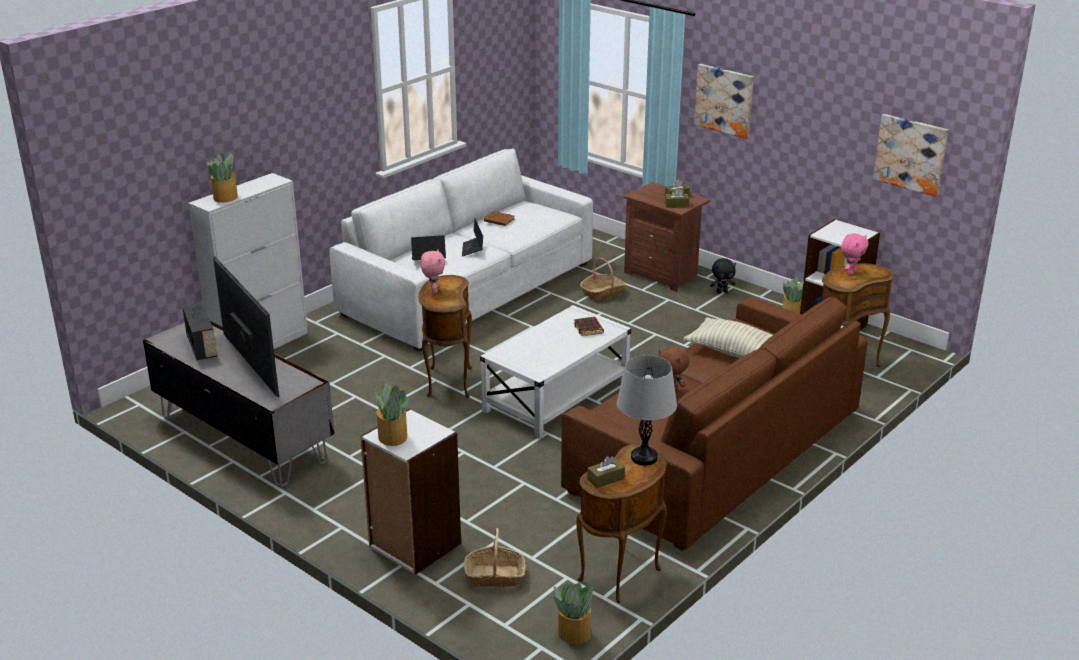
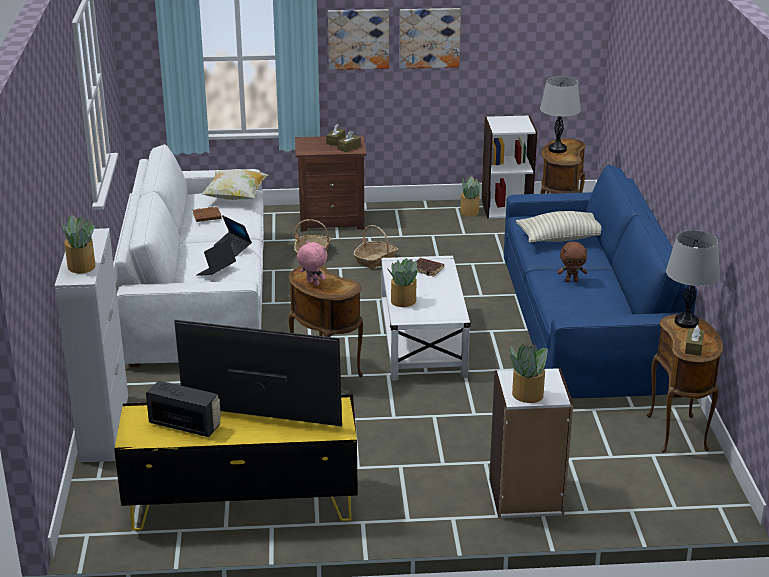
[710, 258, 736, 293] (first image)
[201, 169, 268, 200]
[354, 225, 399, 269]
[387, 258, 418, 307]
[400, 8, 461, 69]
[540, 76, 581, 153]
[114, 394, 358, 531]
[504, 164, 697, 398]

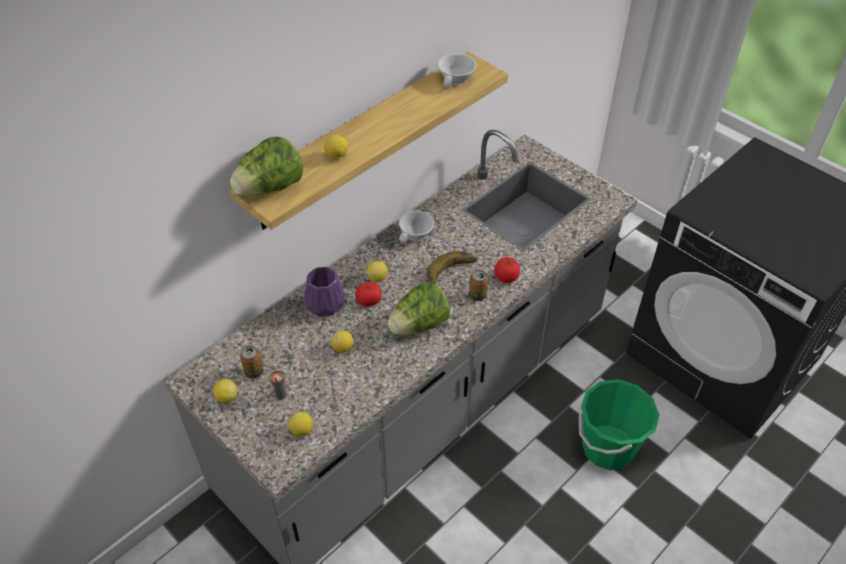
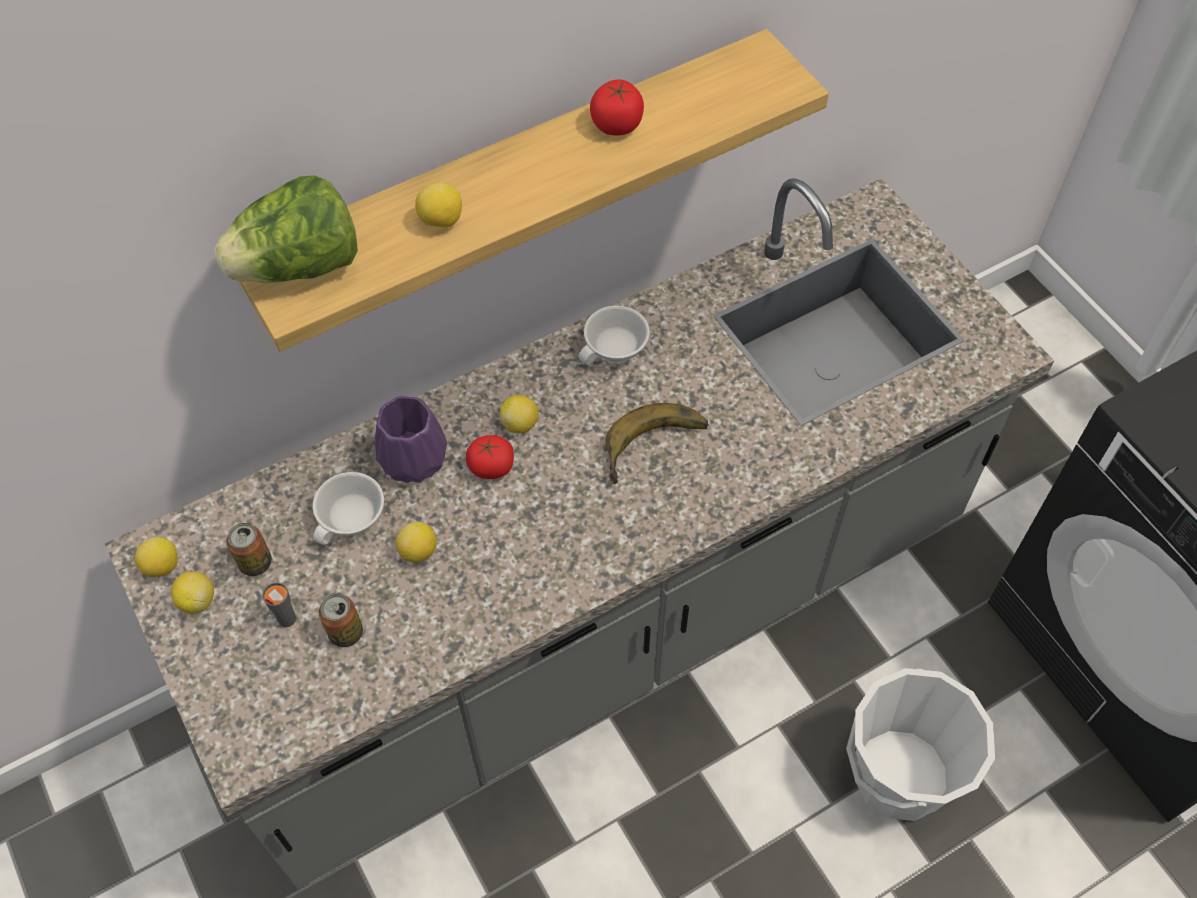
[388, 283, 450, 335] (first image)
[134, 537, 178, 577]
[313, 472, 384, 545]
[319, 594, 363, 647]
[590, 79, 644, 136]
[846, 668, 995, 821]

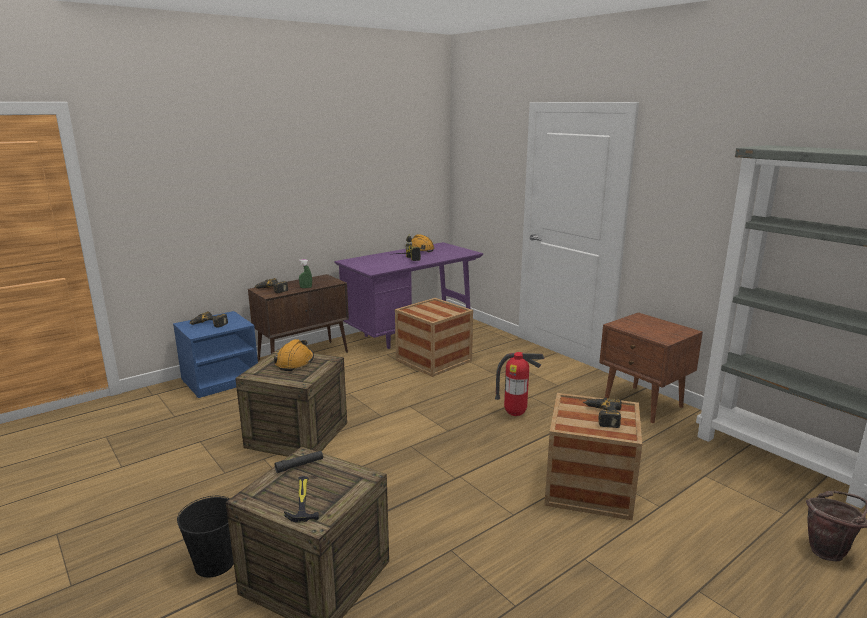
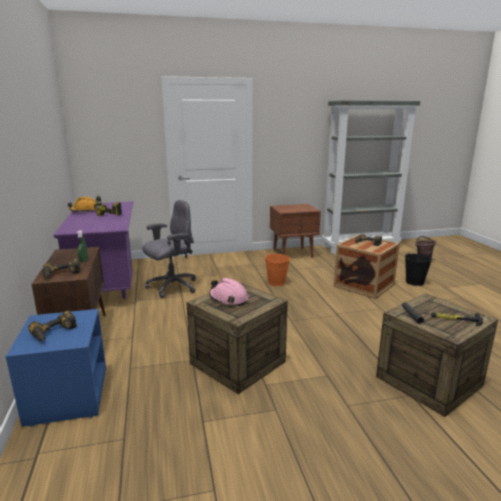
[405, 253, 432, 286]
[142, 200, 196, 298]
[265, 253, 290, 286]
[209, 278, 248, 306]

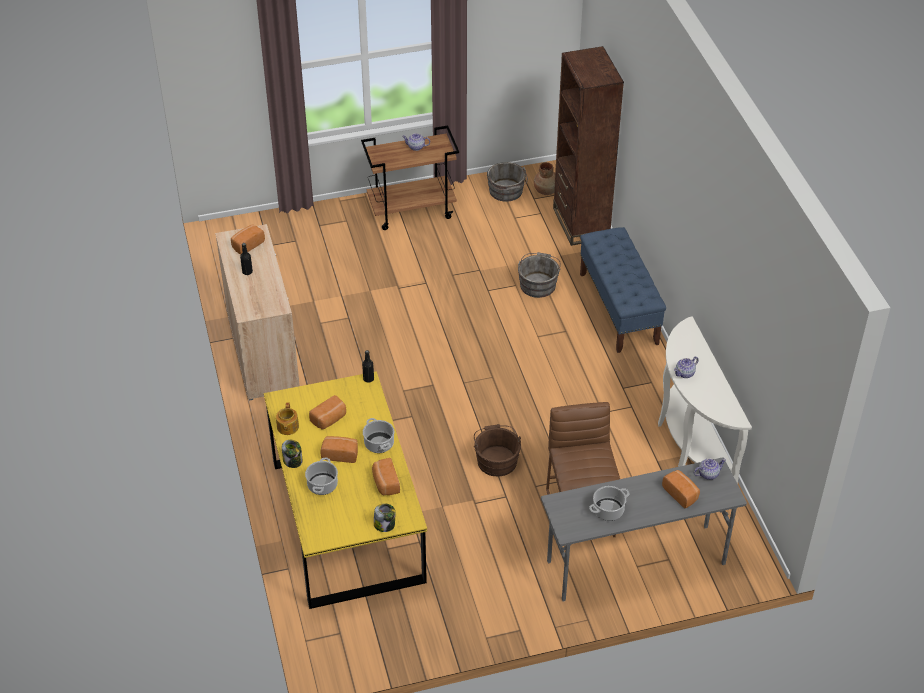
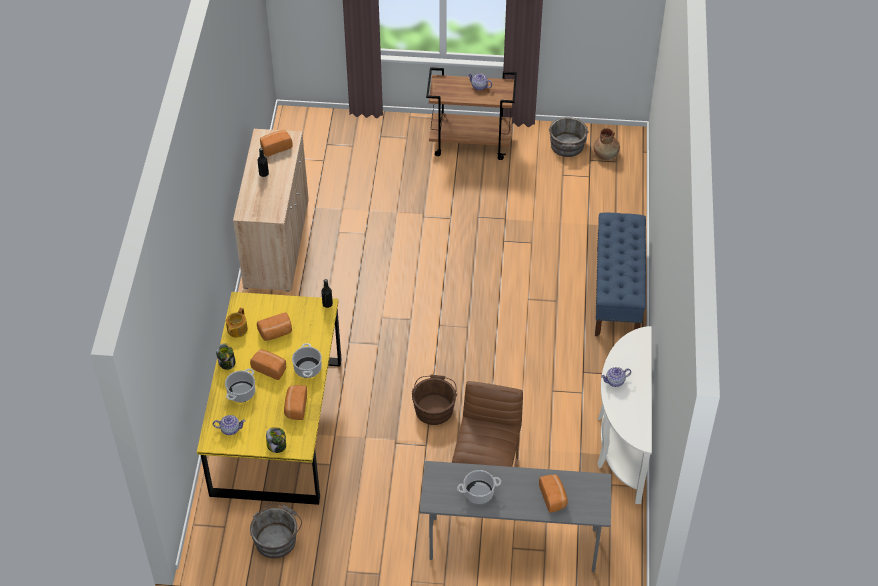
[553, 46, 624, 246] (first image)
[250, 503, 302, 559]
[213, 415, 246, 435]

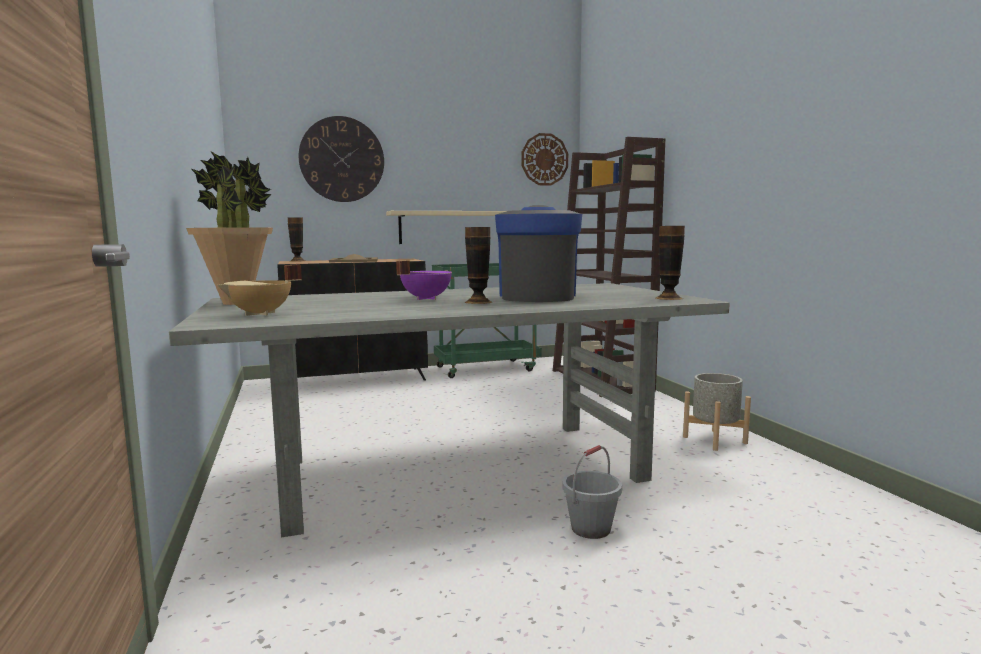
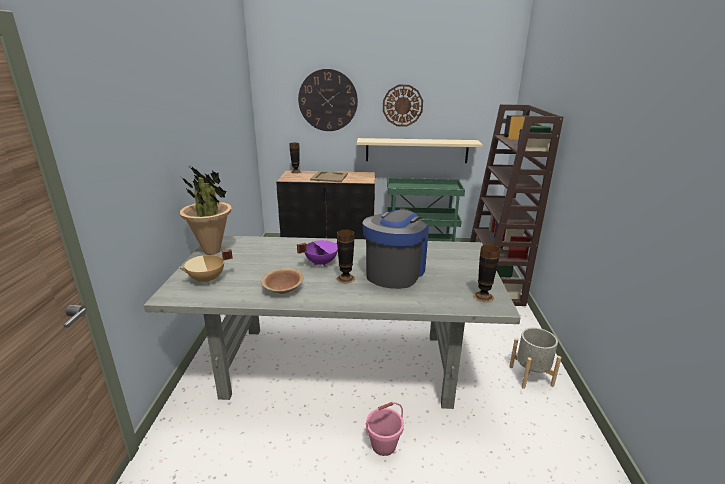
[261, 268, 303, 294]
[383, 85, 423, 127]
[366, 402, 404, 456]

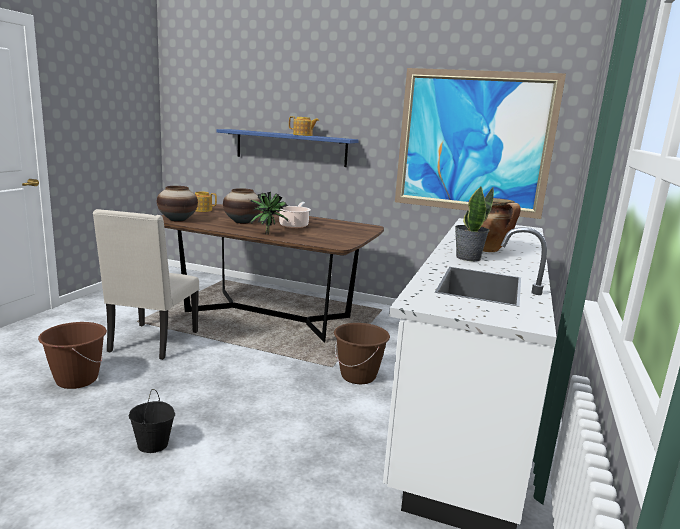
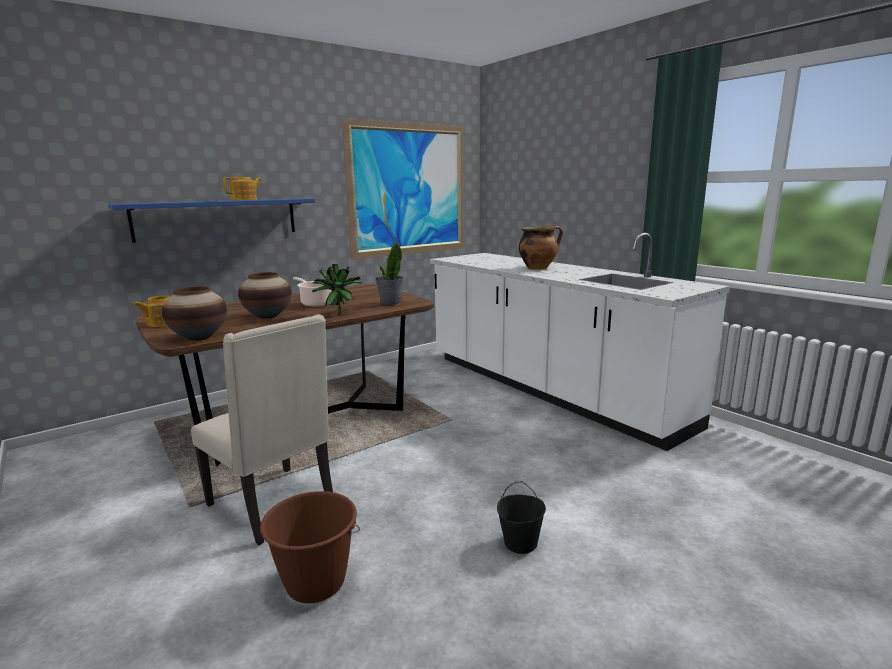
[334, 323, 390, 384] (first image)
[375, 242, 404, 305]

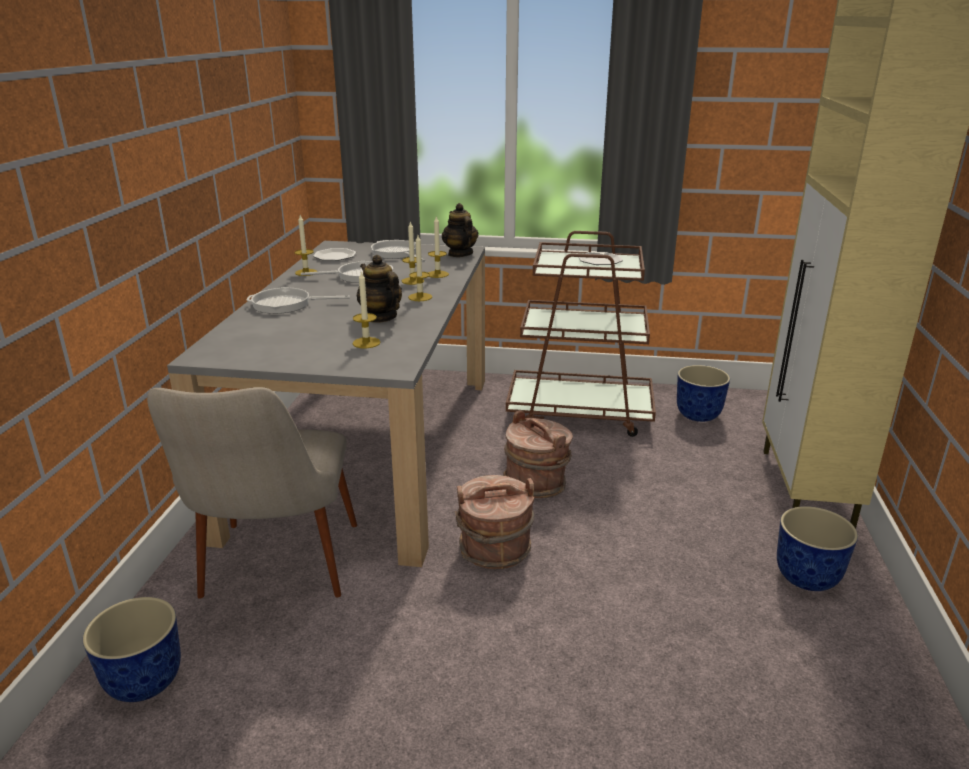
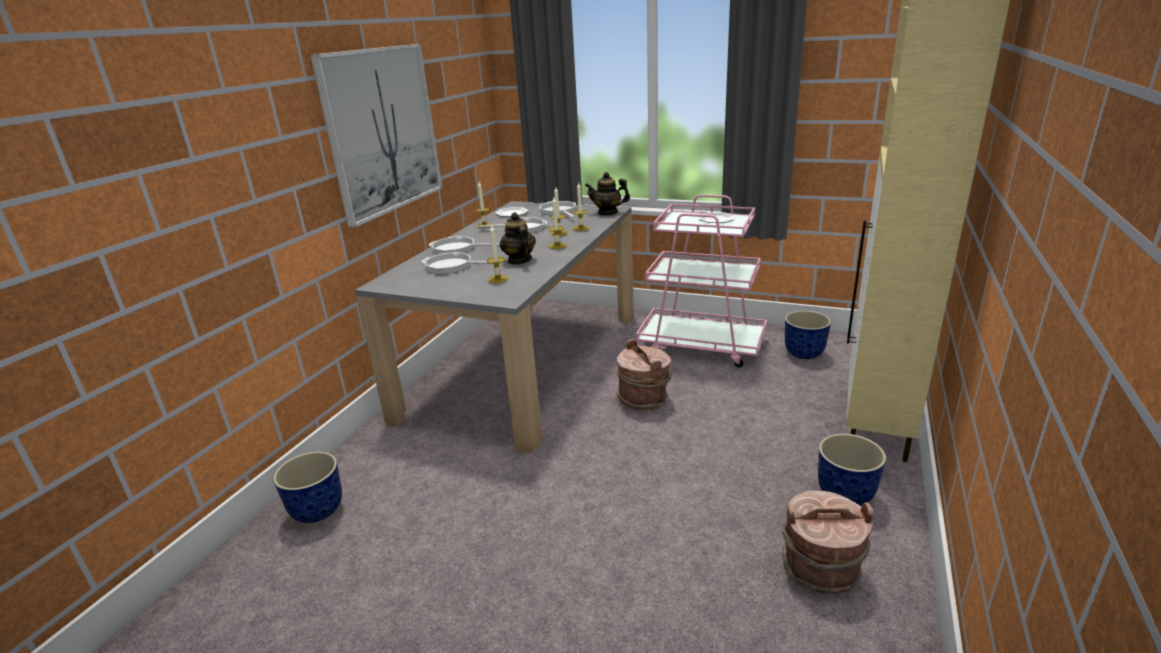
[147, 387, 357, 599] (first image)
[310, 44, 442, 228]
[422, 252, 501, 274]
[782, 490, 873, 594]
[636, 194, 767, 368]
[585, 172, 630, 216]

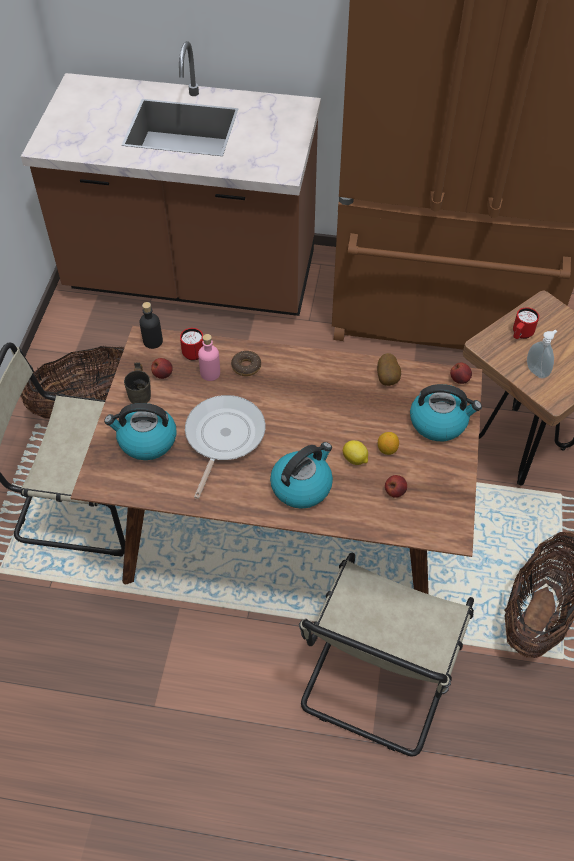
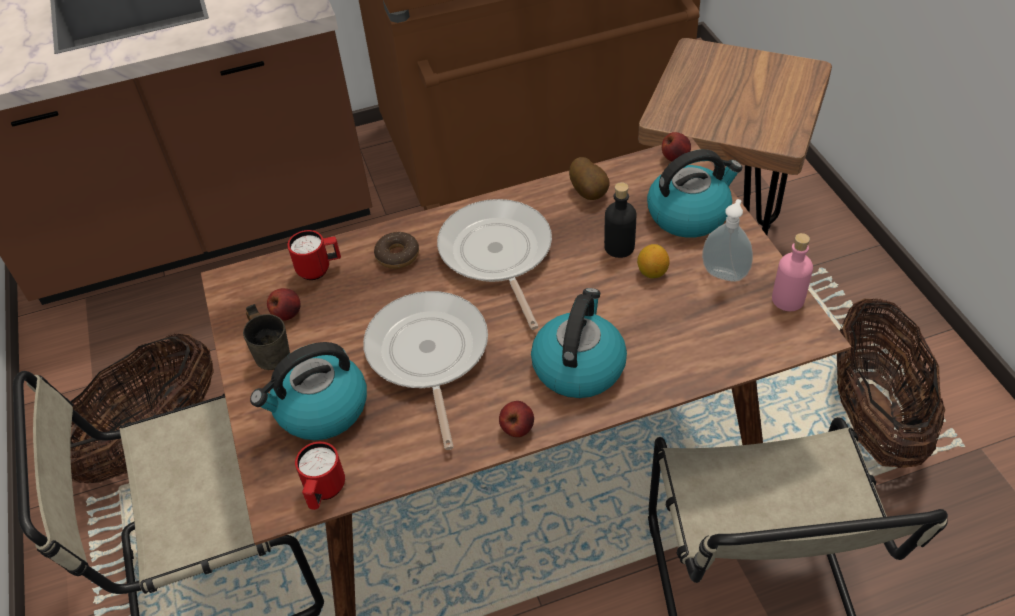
[343, 440, 368, 465] (first image)
[437, 199, 552, 330]
[604, 182, 636, 258]
[772, 233, 813, 311]
[499, 401, 534, 437]
[295, 442, 345, 510]
[702, 199, 753, 282]

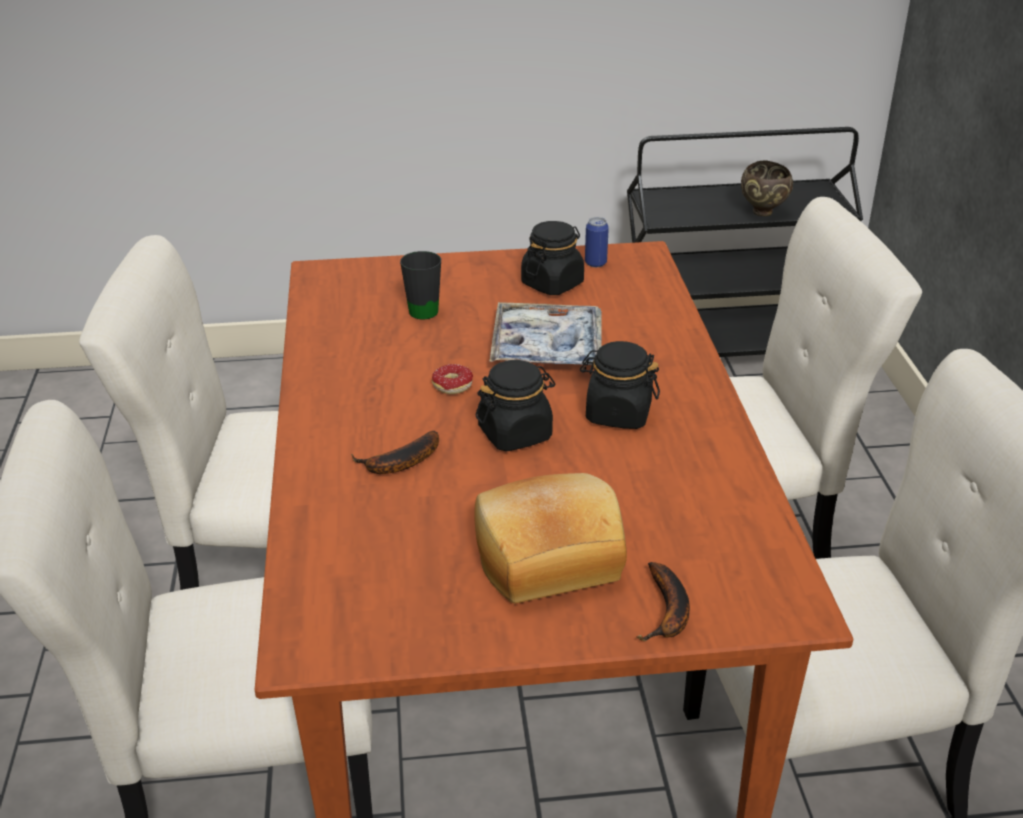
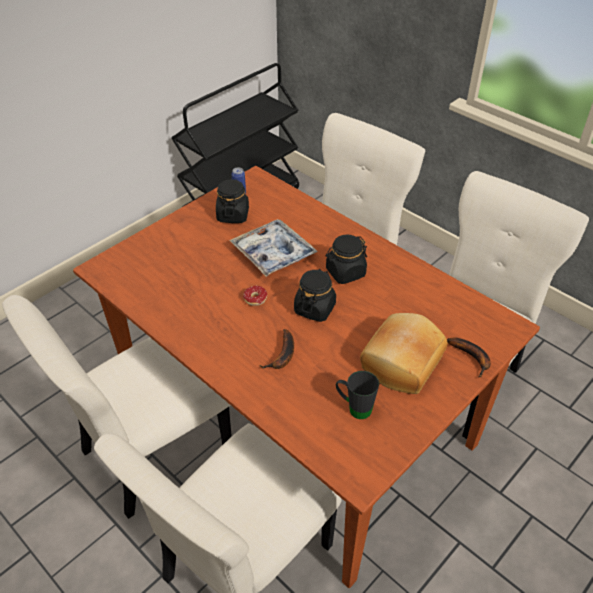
[741, 160, 793, 216] (first image)
[336, 371, 379, 419]

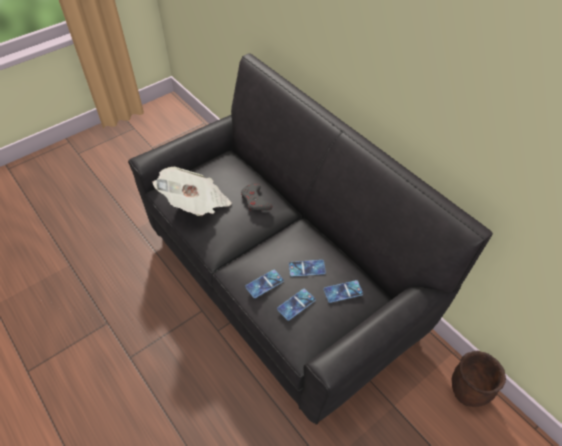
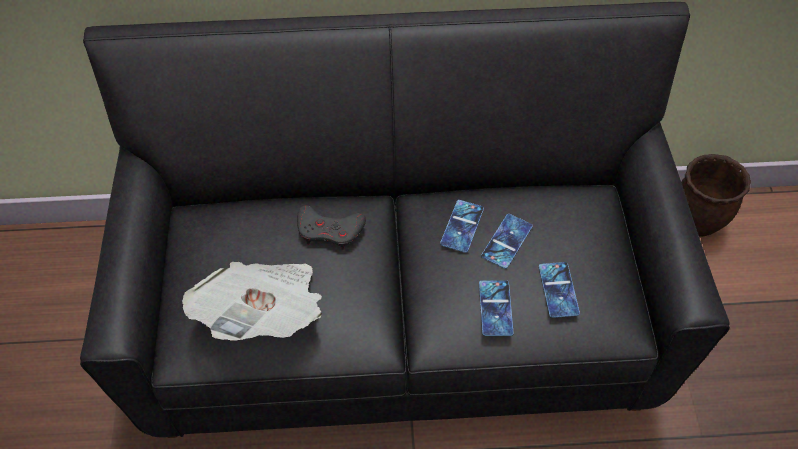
[440, 200, 484, 253]

